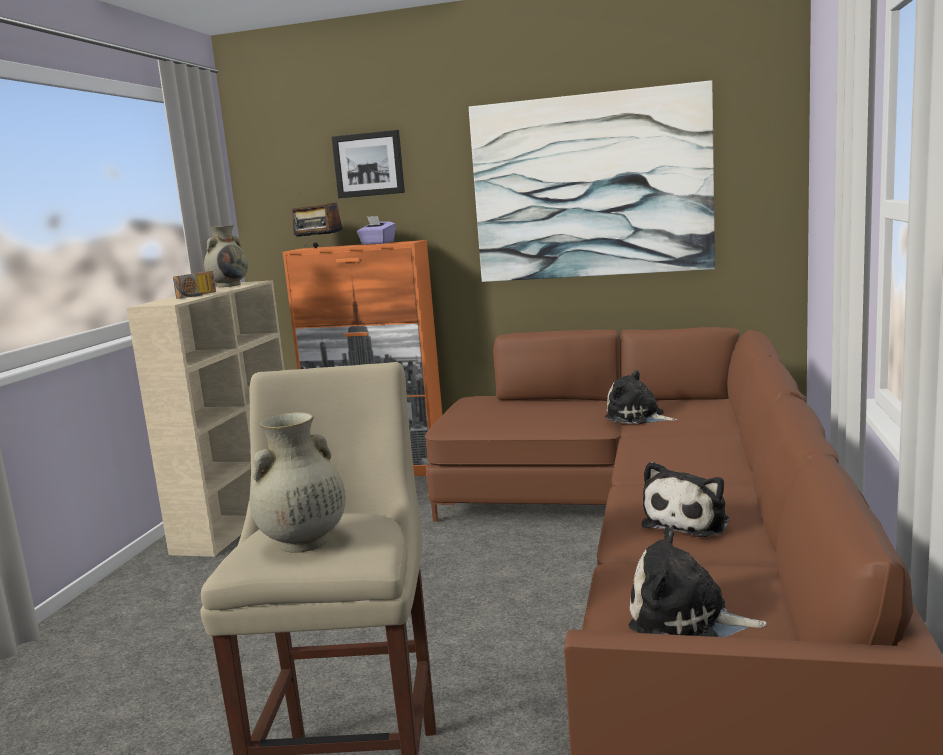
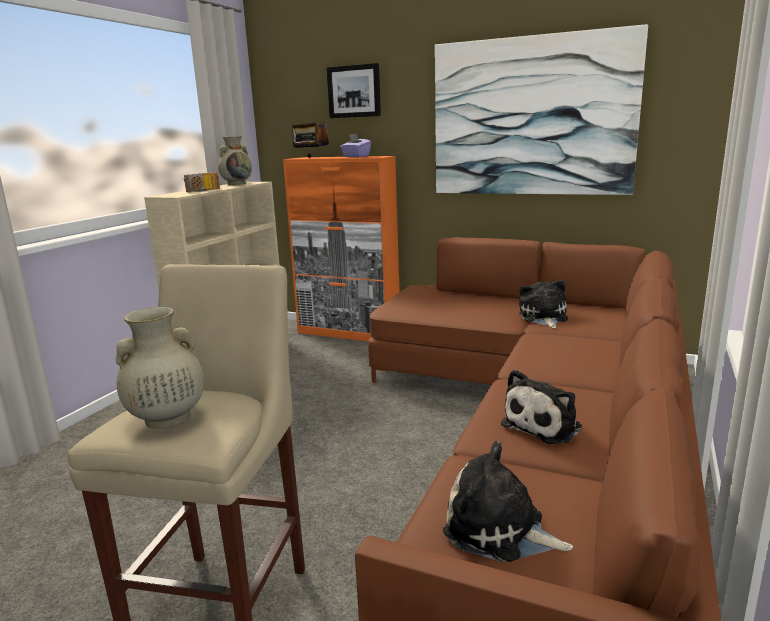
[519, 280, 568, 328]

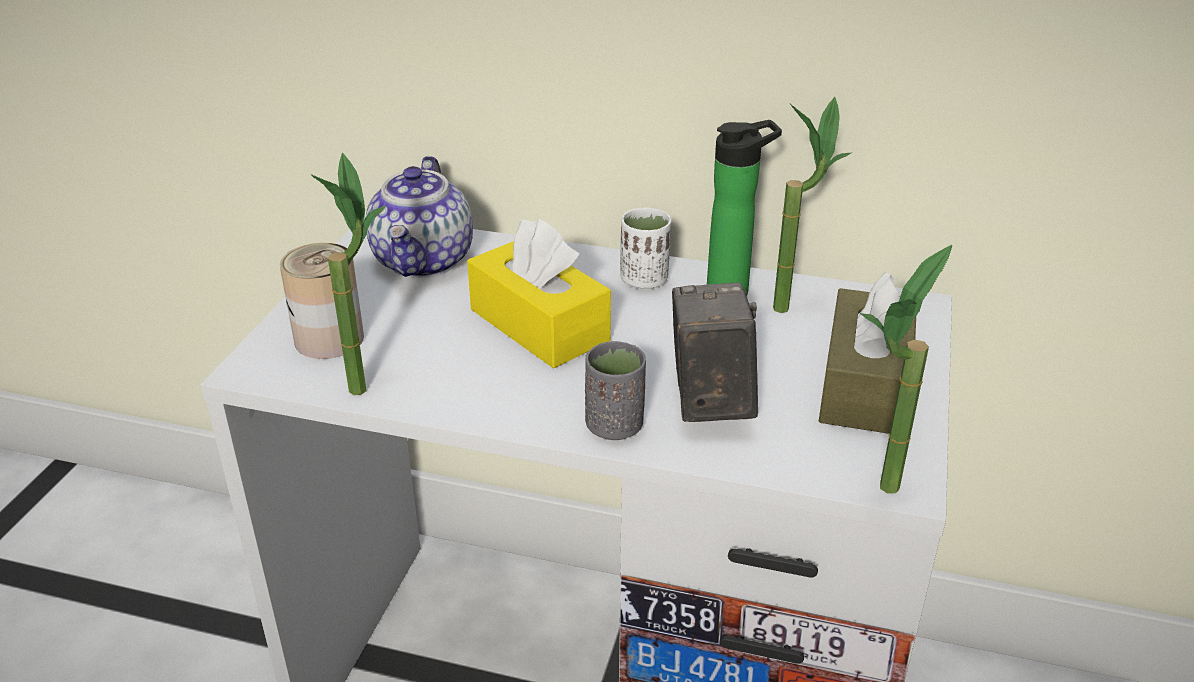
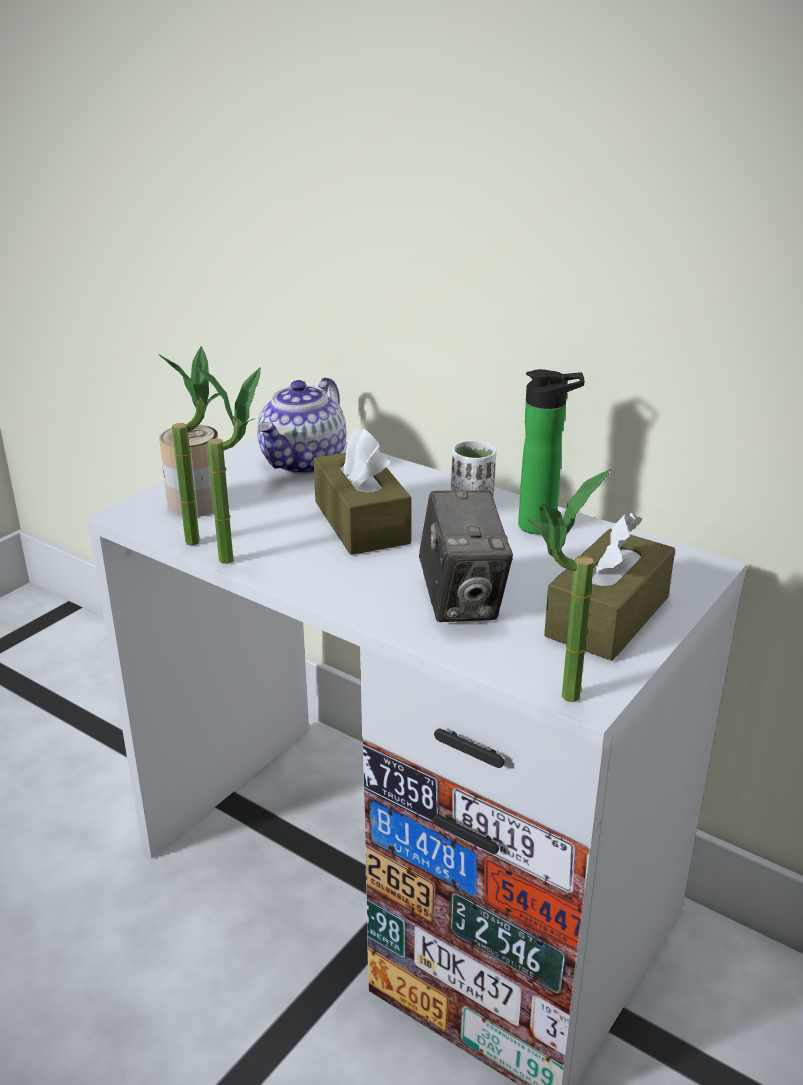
[585, 341, 646, 440] (first image)
[194, 365, 261, 564]
[314, 429, 412, 555]
[419, 490, 513, 622]

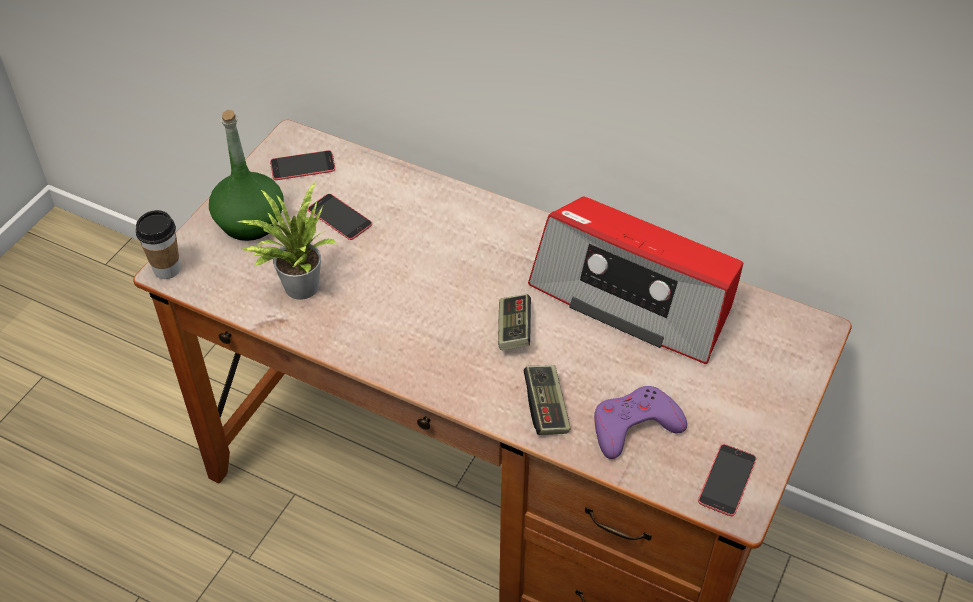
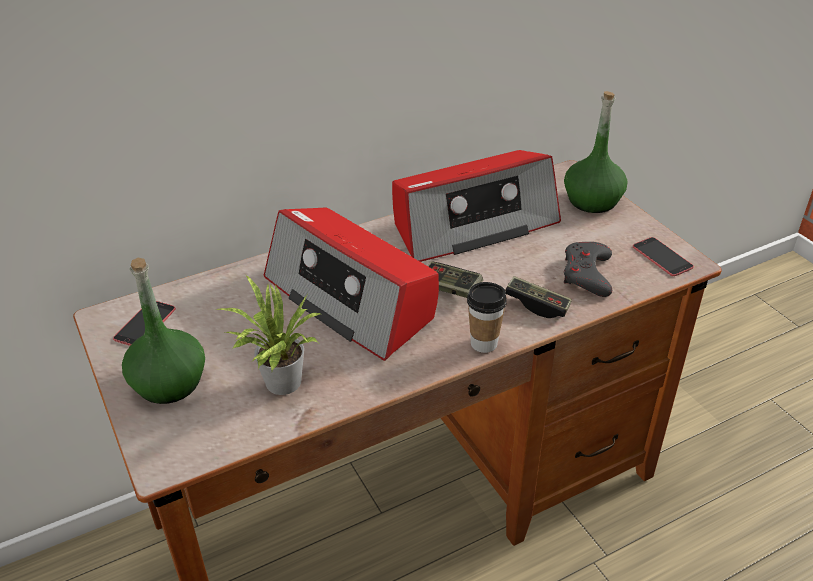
[308, 194, 372, 240] (first image)
[264, 207, 439, 361]
[564, 91, 627, 213]
[467, 282, 507, 353]
[564, 242, 612, 297]

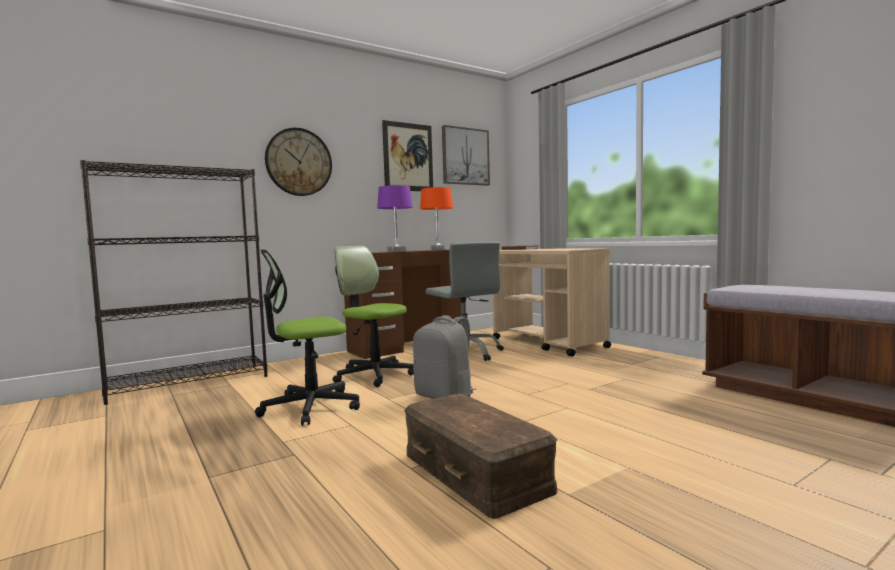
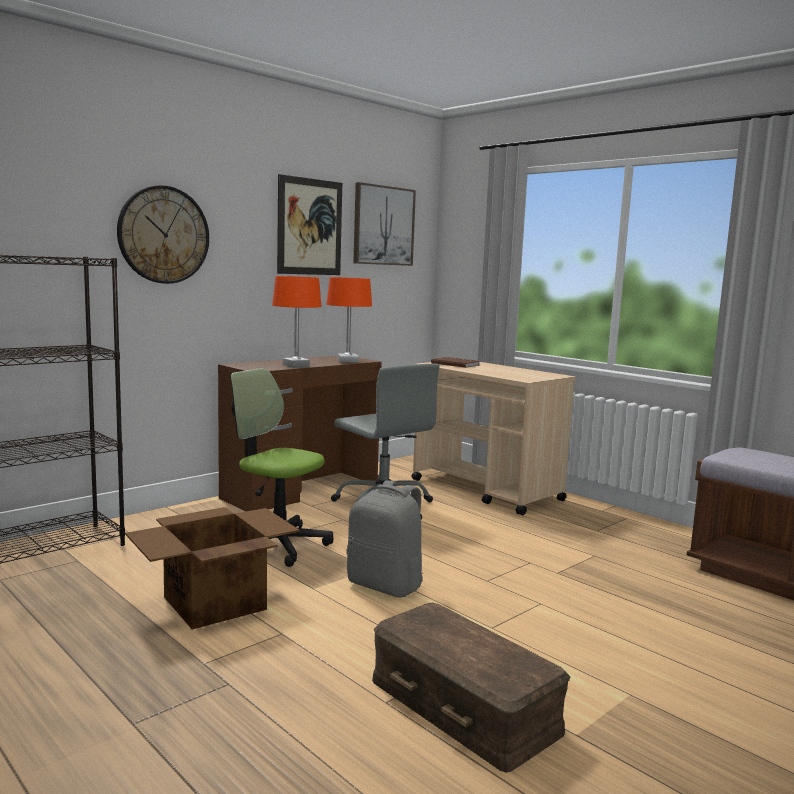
[125, 507, 300, 629]
[272, 276, 322, 368]

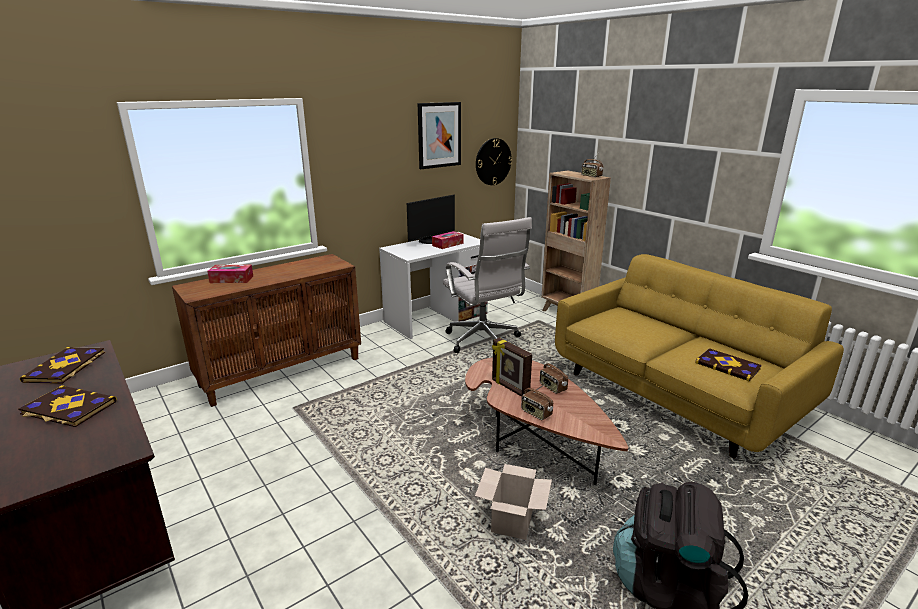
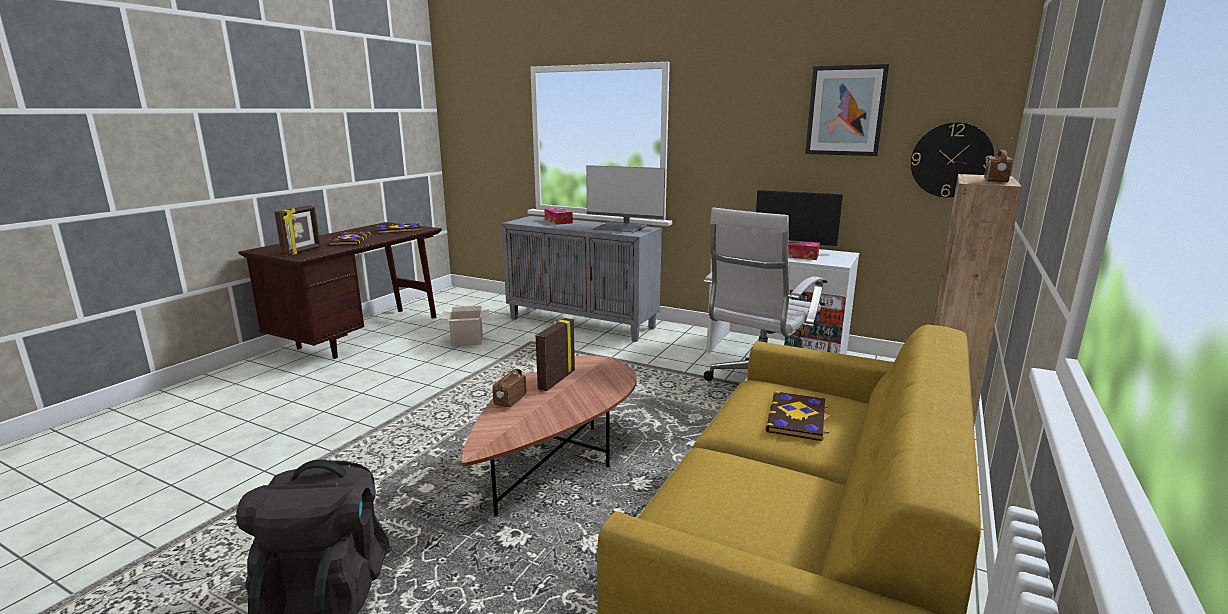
[540, 360, 568, 394] (first image)
[274, 206, 321, 256]
[586, 165, 665, 232]
[440, 306, 489, 346]
[765, 391, 831, 441]
[502, 216, 662, 342]

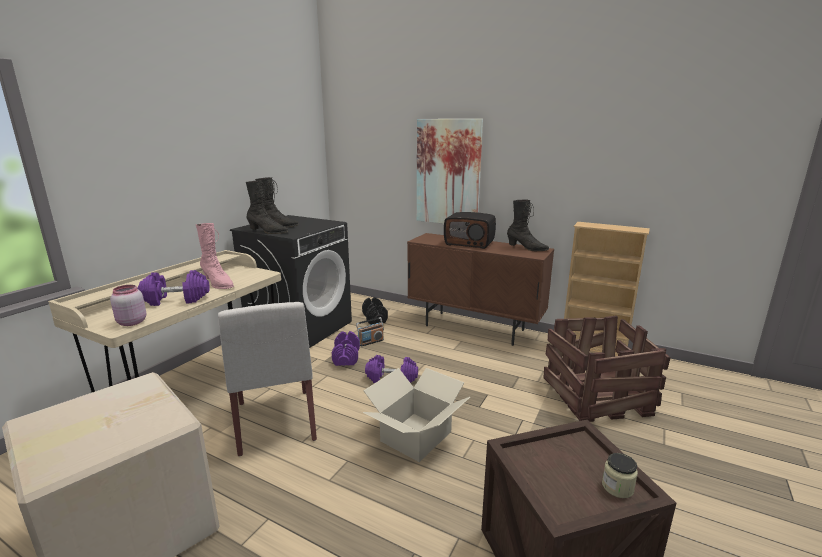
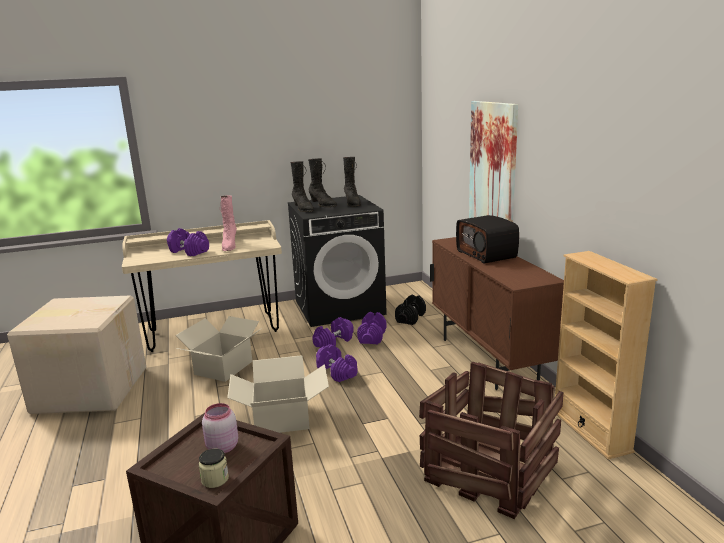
[202, 403, 238, 453]
[343, 157, 361, 207]
[176, 316, 262, 382]
[357, 312, 387, 344]

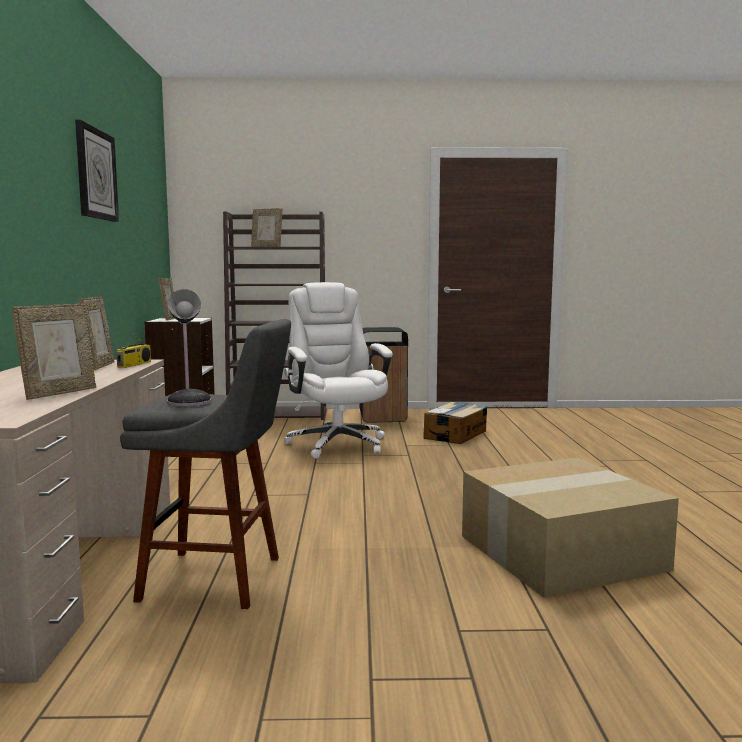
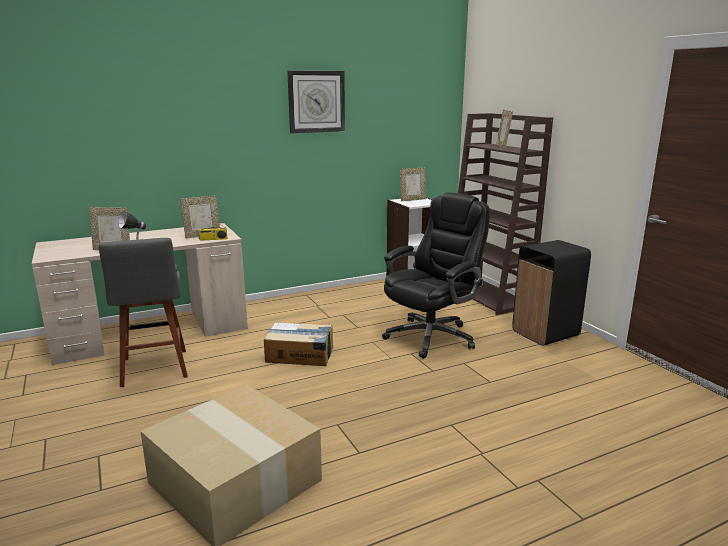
[264, 322, 333, 366]
[382, 192, 490, 359]

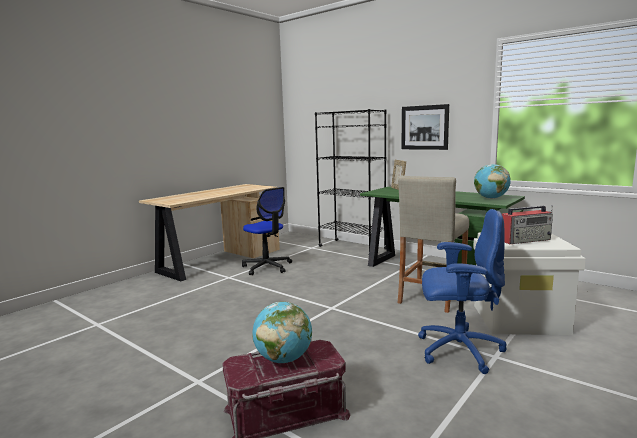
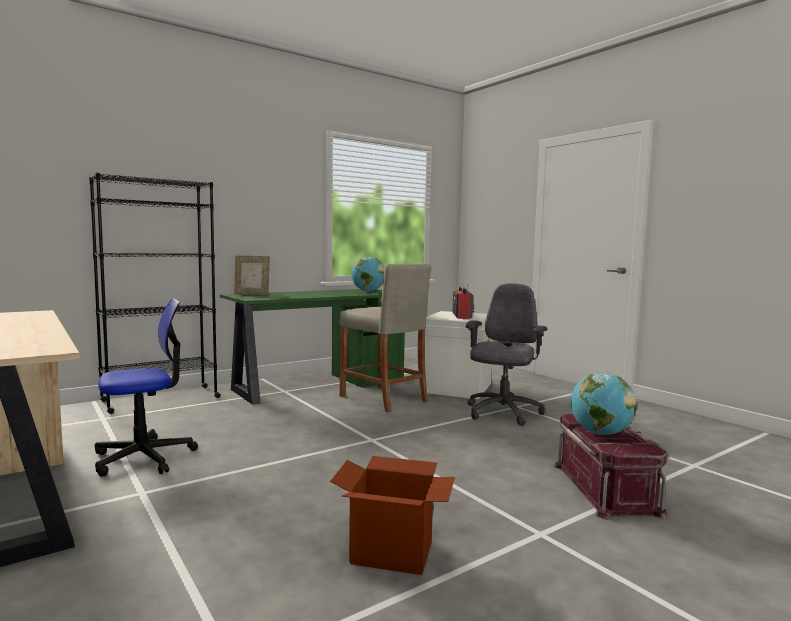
[401, 104, 449, 150] (first image)
[330, 456, 455, 575]
[466, 283, 547, 426]

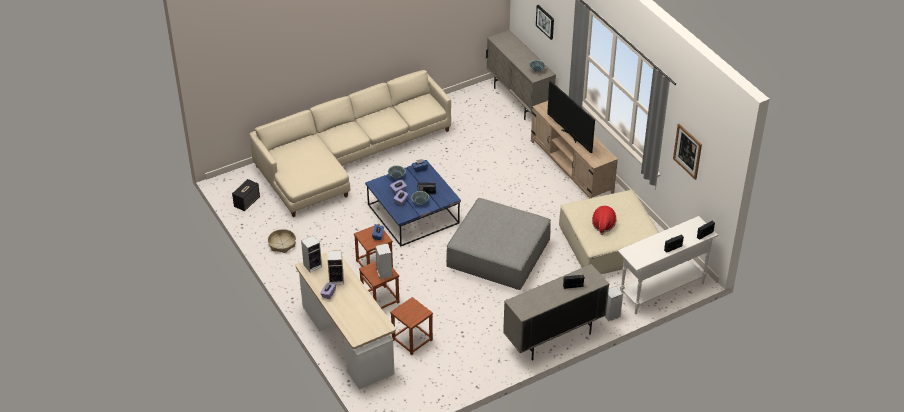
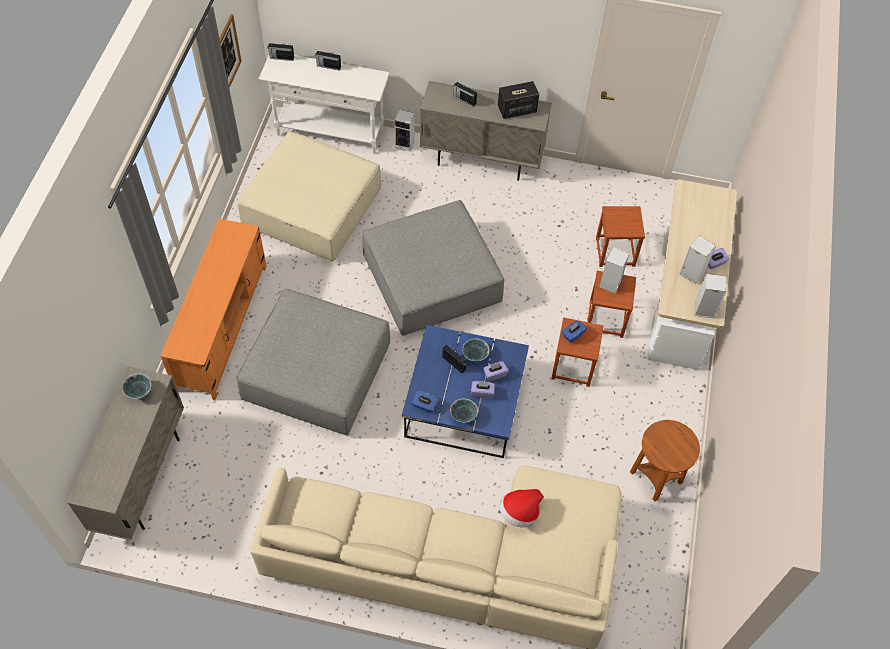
[536, 5, 554, 40] (first image)
[547, 81, 595, 153] (first image)
[236, 289, 390, 435]
[498, 81, 539, 119]
[499, 489, 544, 527]
[630, 420, 700, 502]
[160, 219, 267, 400]

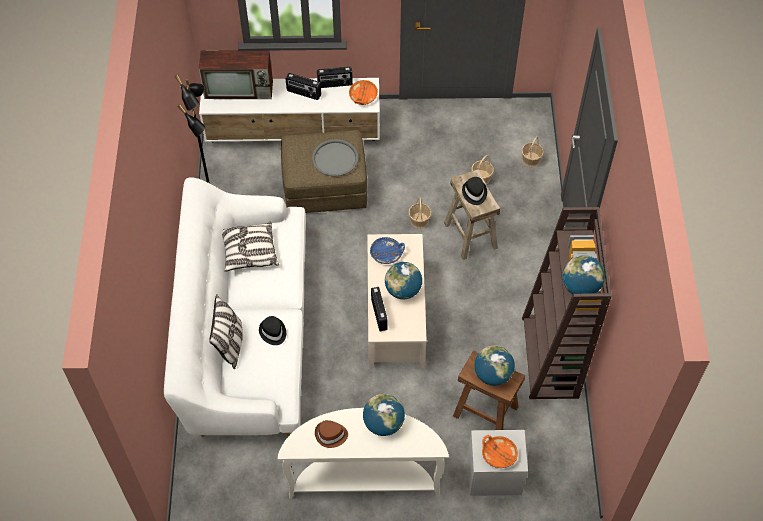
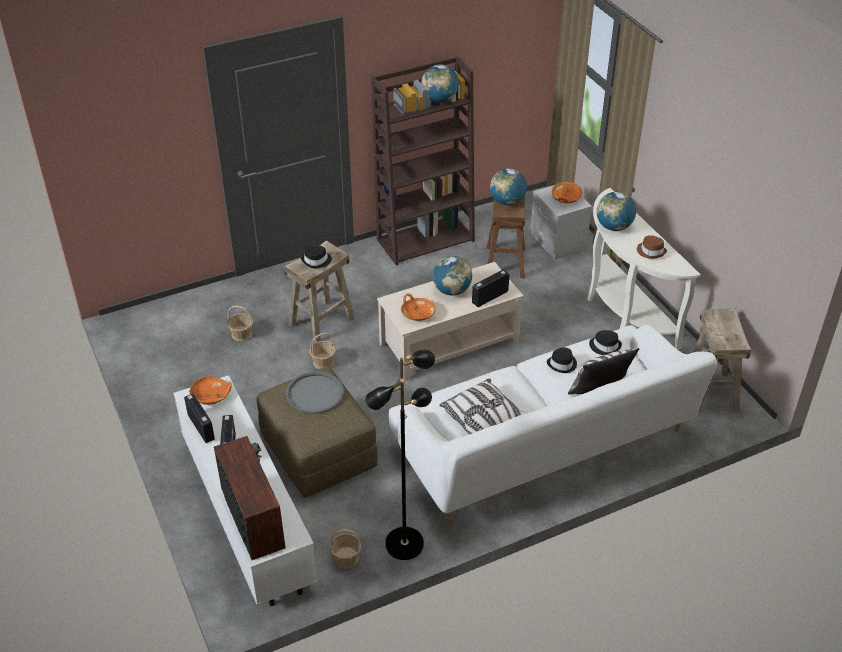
[589, 330, 622, 355]
[692, 309, 751, 412]
[330, 530, 361, 569]
[401, 293, 436, 321]

